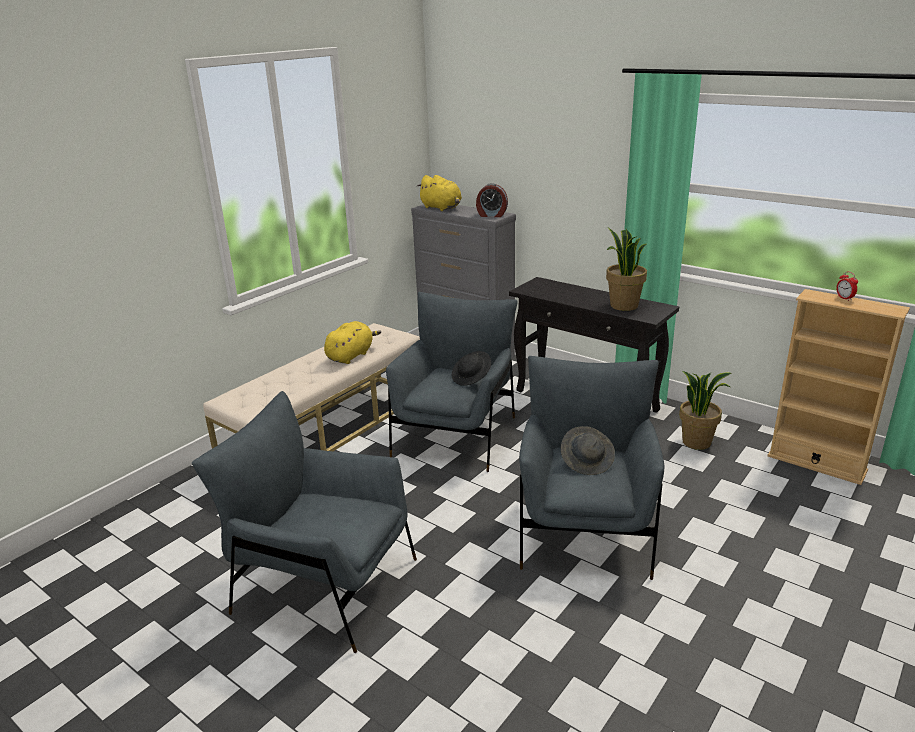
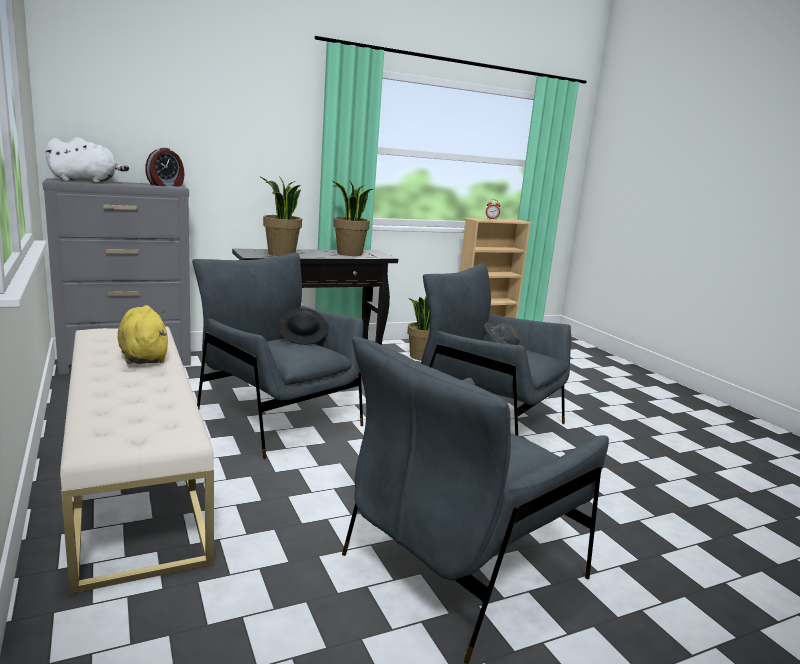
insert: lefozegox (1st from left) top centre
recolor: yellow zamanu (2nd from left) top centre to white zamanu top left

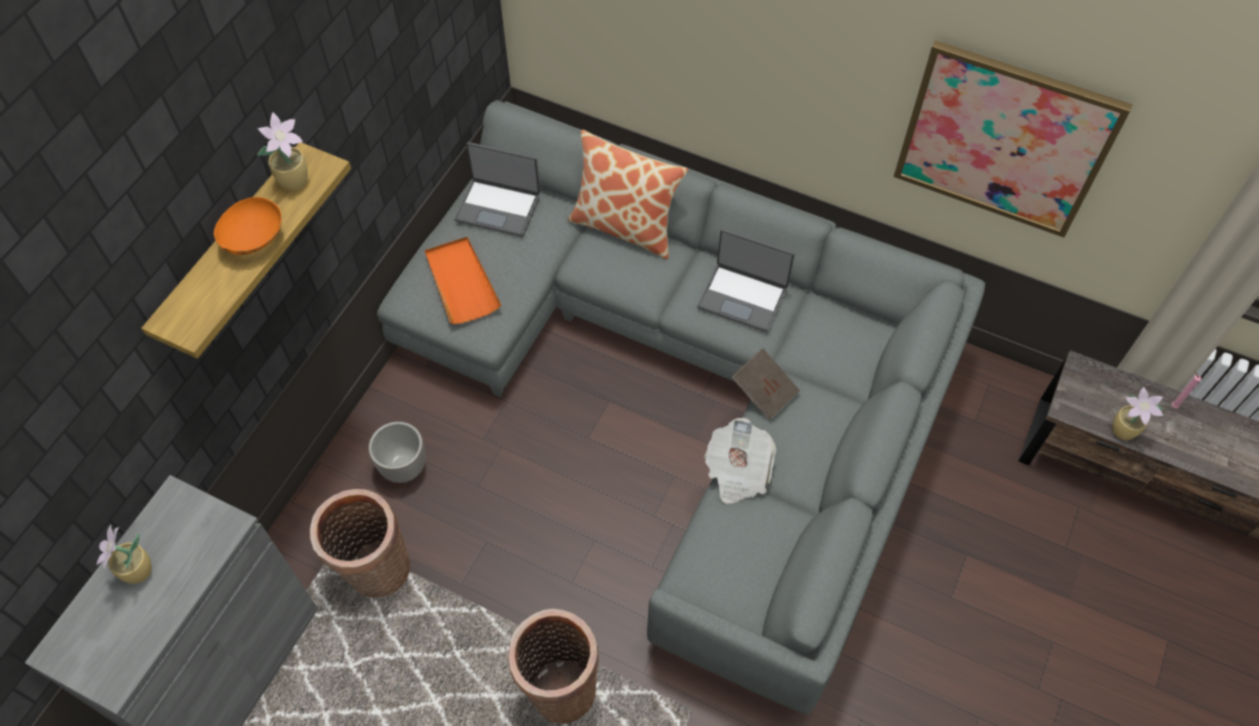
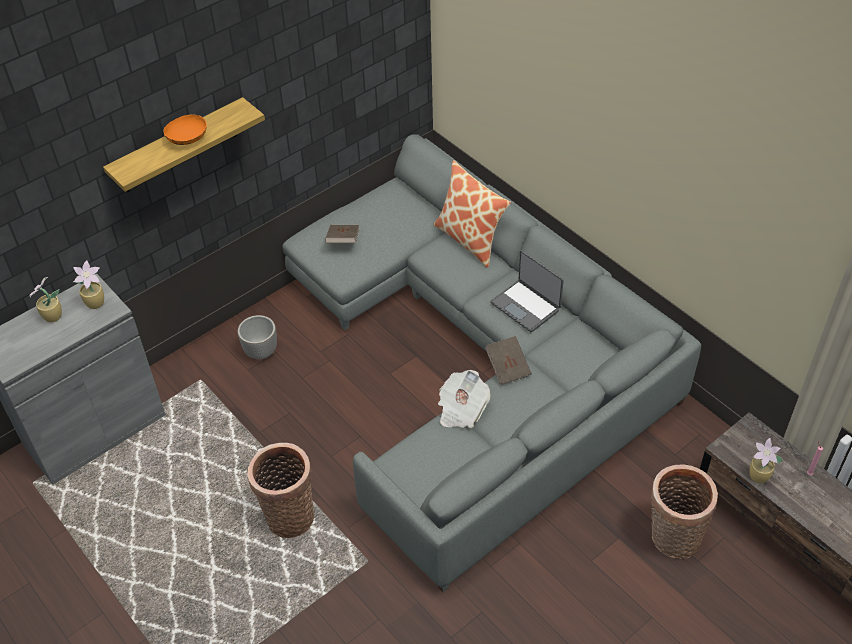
delete: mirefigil (1st from left) top centre; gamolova top right
move: lefozegox (2nd from left) top left to middle left; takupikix (1st from left in the first image) bottom left to takupikix (2nd from left) bottom right
replace: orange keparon centre to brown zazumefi (1st from left) centre

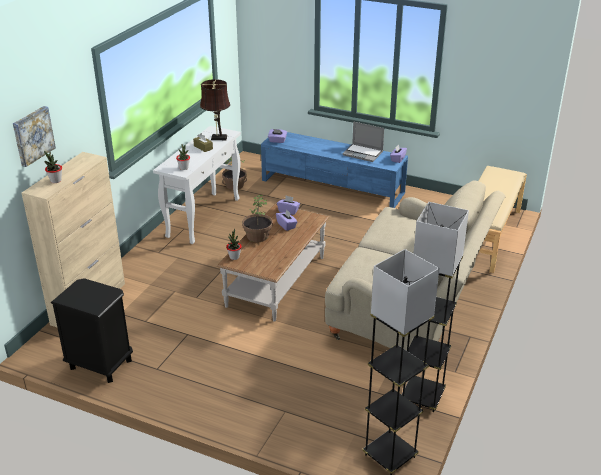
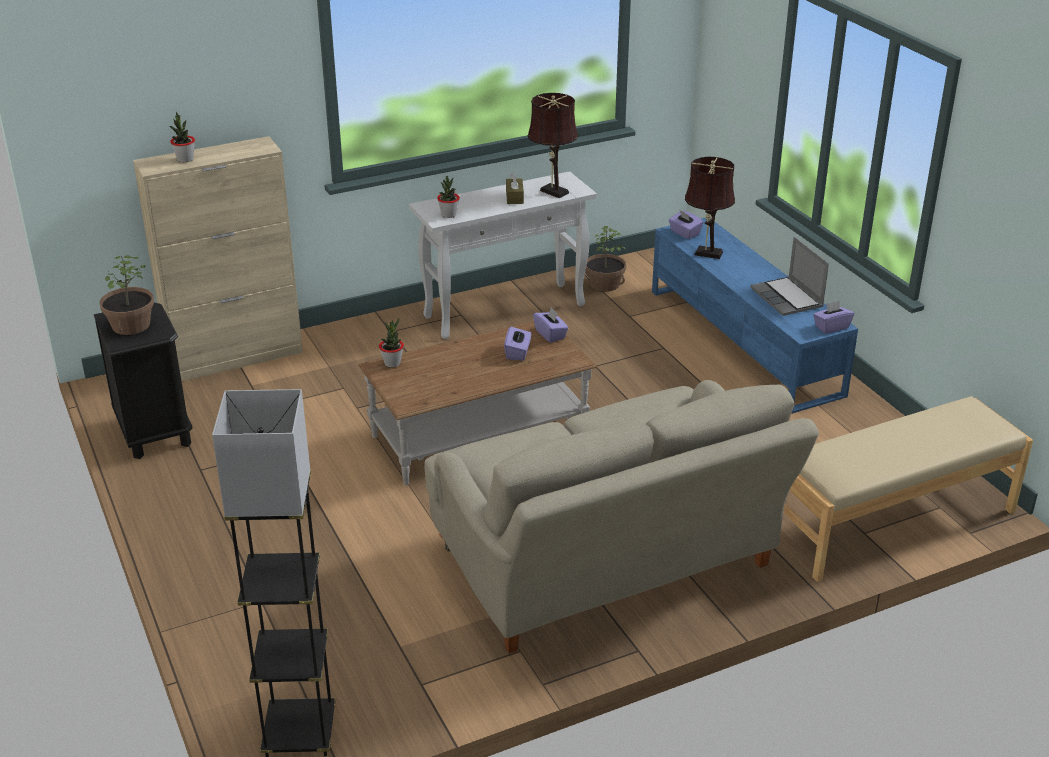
delete: gamolova top left; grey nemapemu (2nd from left) middle right
insert: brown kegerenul (2nd from left) top right
move: lefozegox (5th from left in the first image) centre to lefozegox (1st from left) middle left

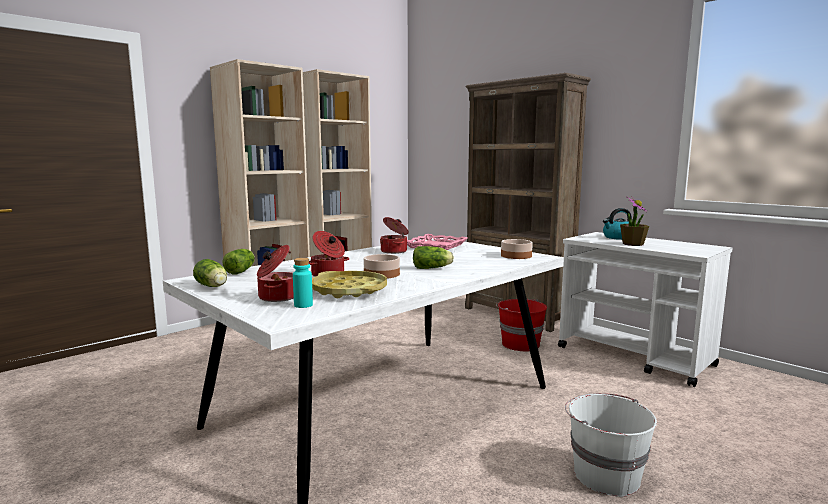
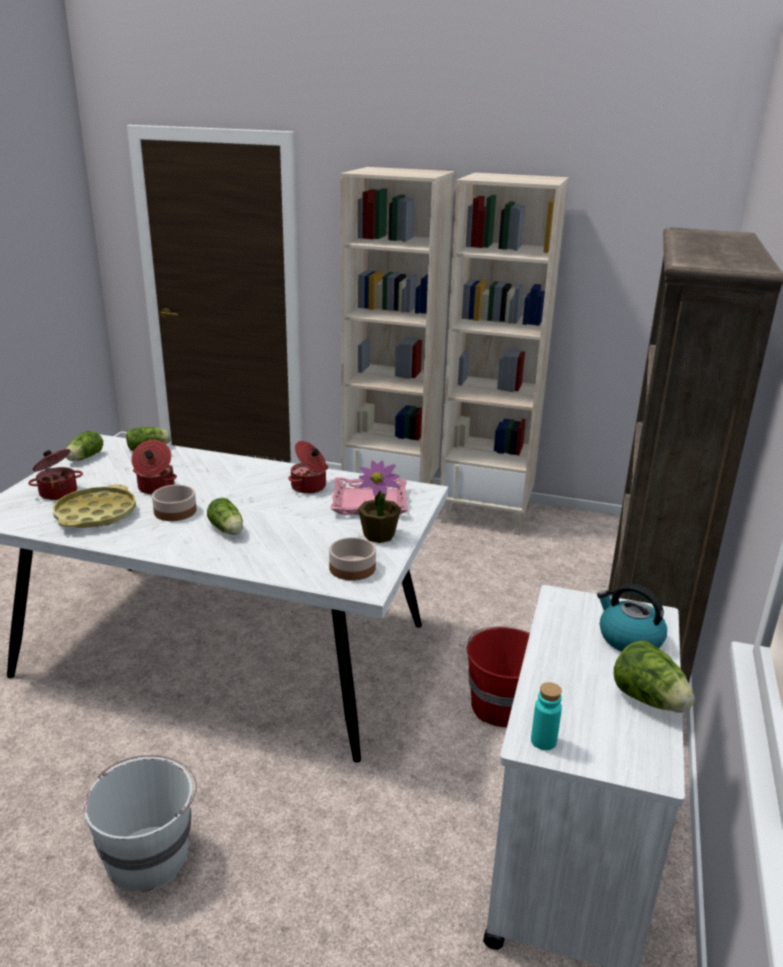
insert: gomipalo (4th from left) bottom right
move: lefozegox middle right to centre; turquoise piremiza centre to bottom right

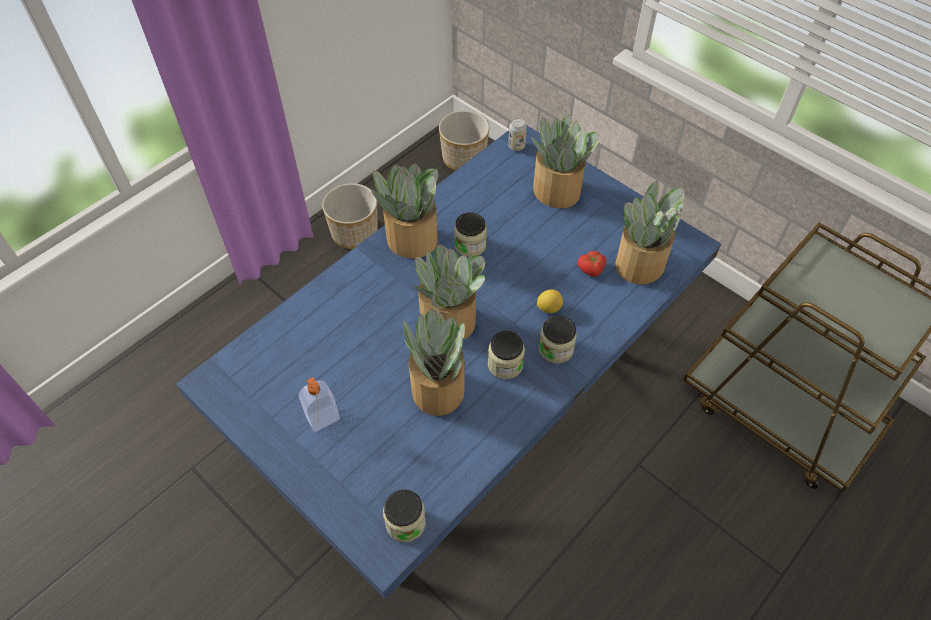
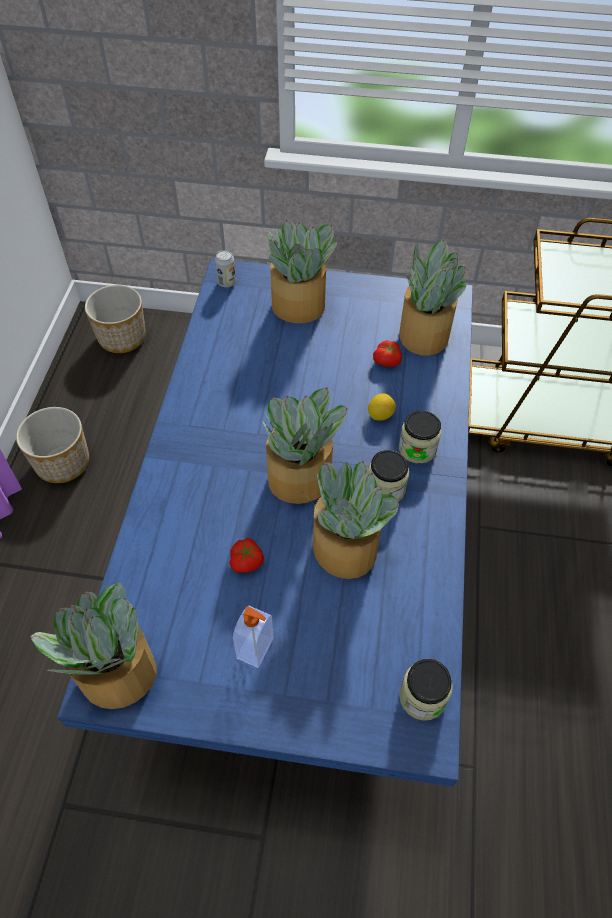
delete: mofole (2nd from left) centre
insert: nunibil (1st from left) centre
move: lefozegox (1st from left) centre to bottom left

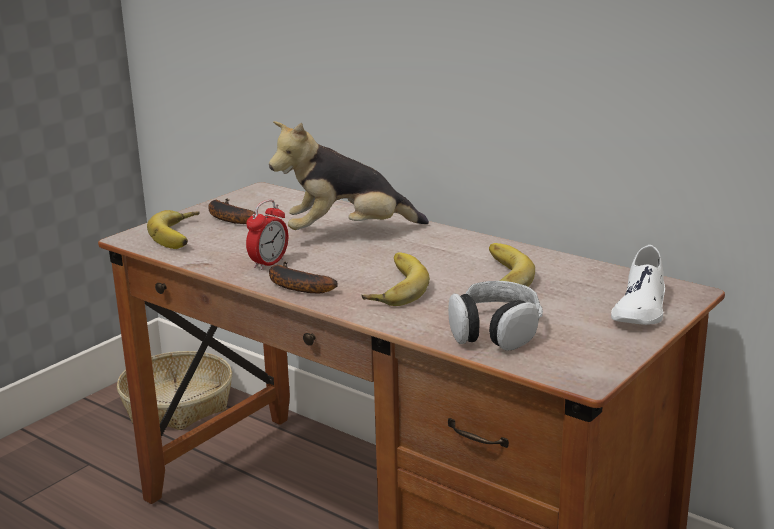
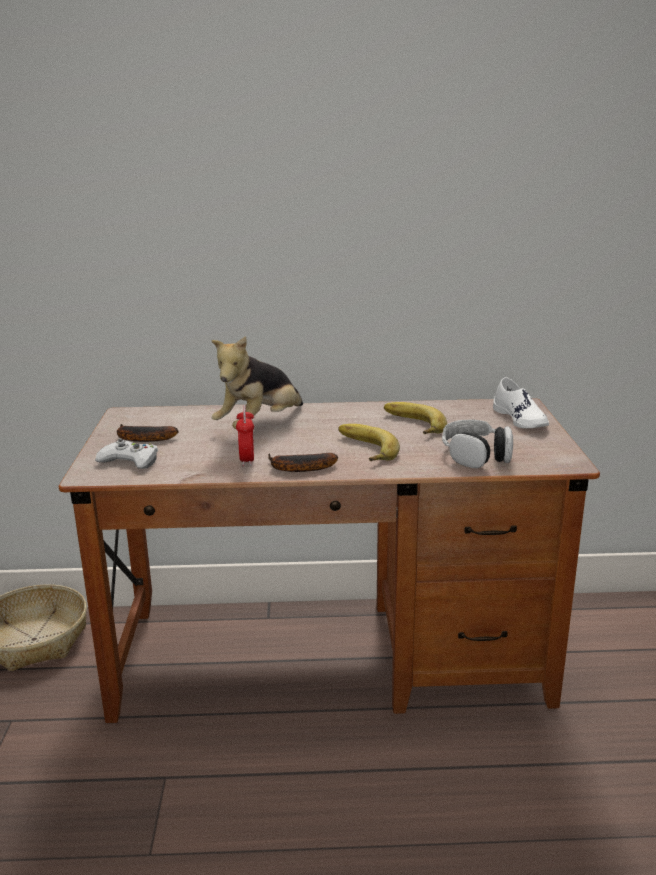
replace: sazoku (1st from left) middle left to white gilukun middle left

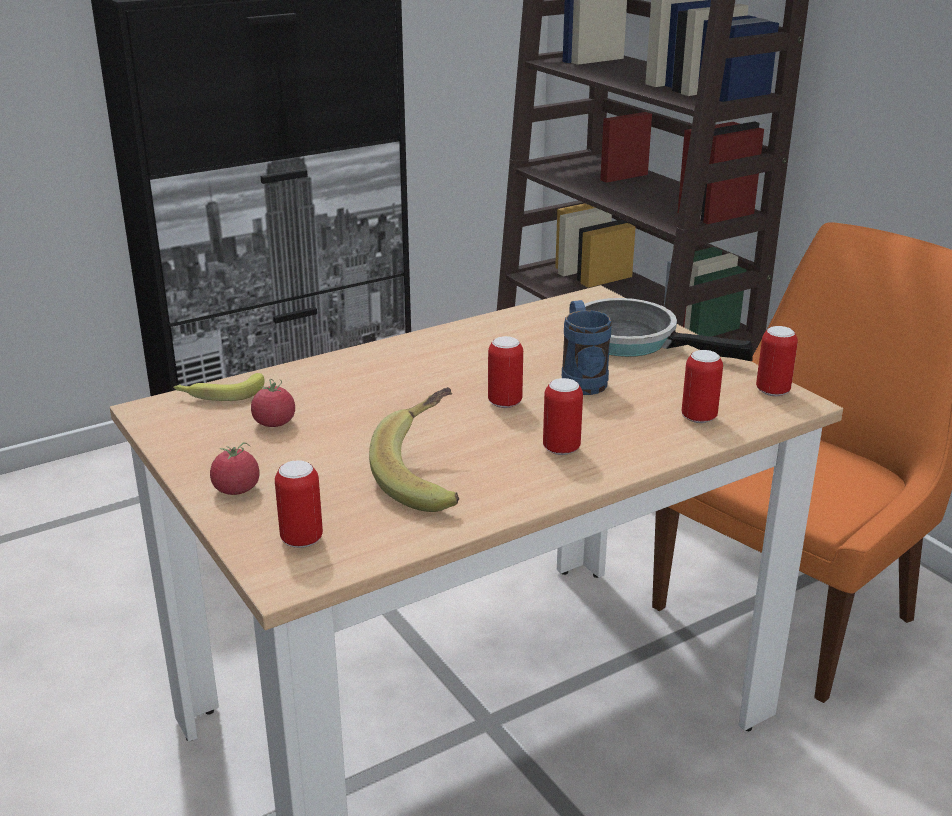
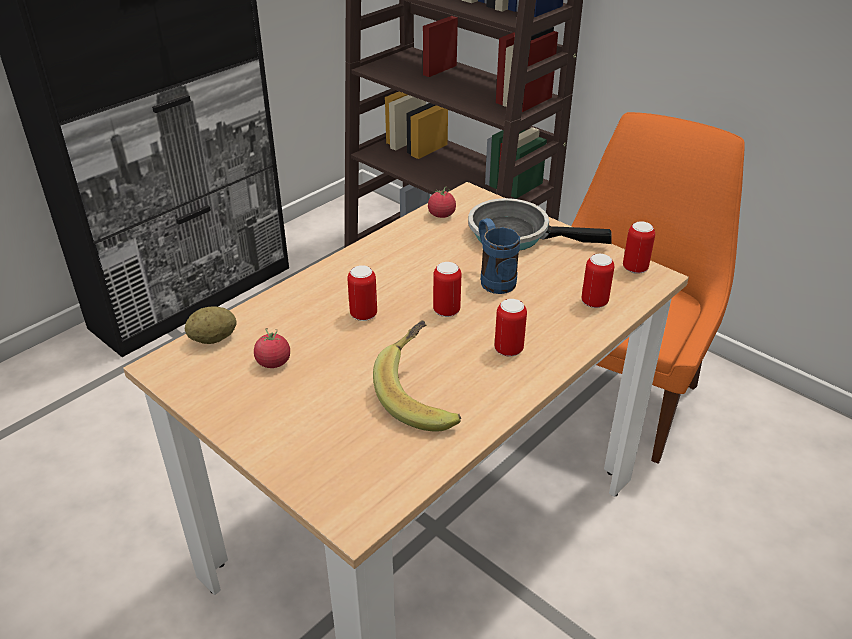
move: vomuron (1st from left) middle left to centre; nunibil (1st from left in the first image) middle left to nunibil (2nd from left) top centre
replace: sazoku (1st from left) middle left to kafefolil middle left

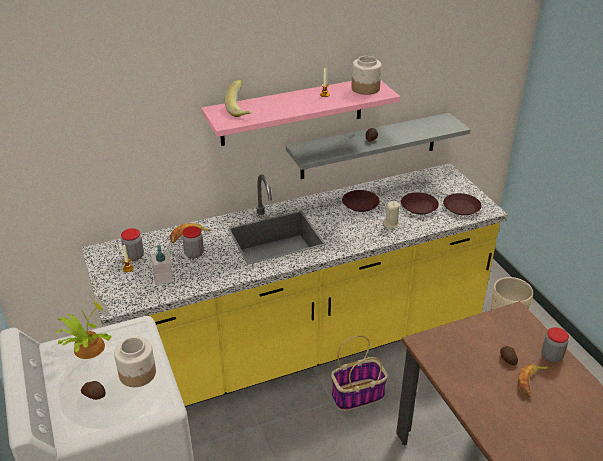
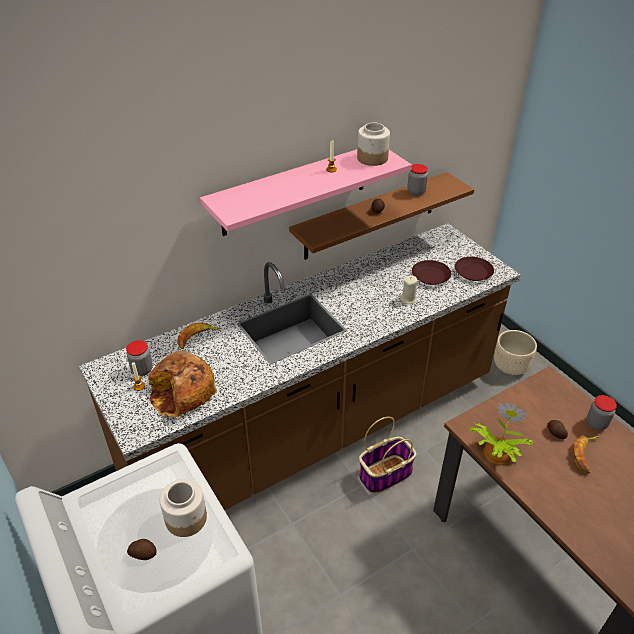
delete: sazoku (2nd from left) top centre; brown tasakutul (1st from left) centre
move: mofole (3rd from left in the first image) middle left to mofole (4th from left) top centre; lefozegox bottom left to bottom right
replace: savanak middle left to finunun middle left
recolor: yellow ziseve centre to brown ziseve centre; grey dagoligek top centre to brown dagoligek centre

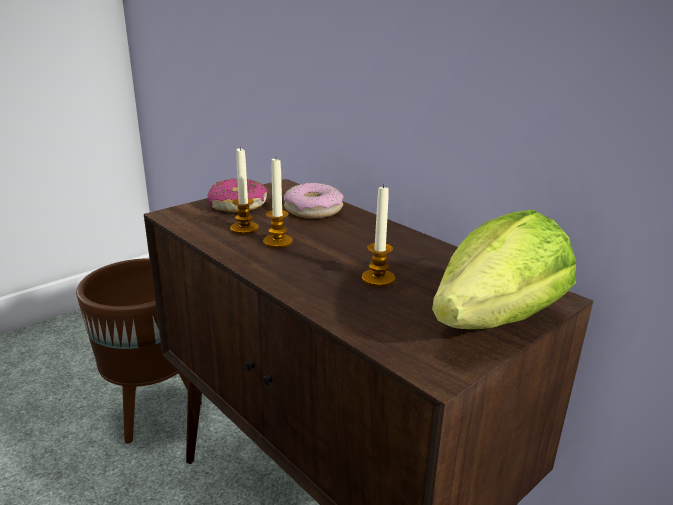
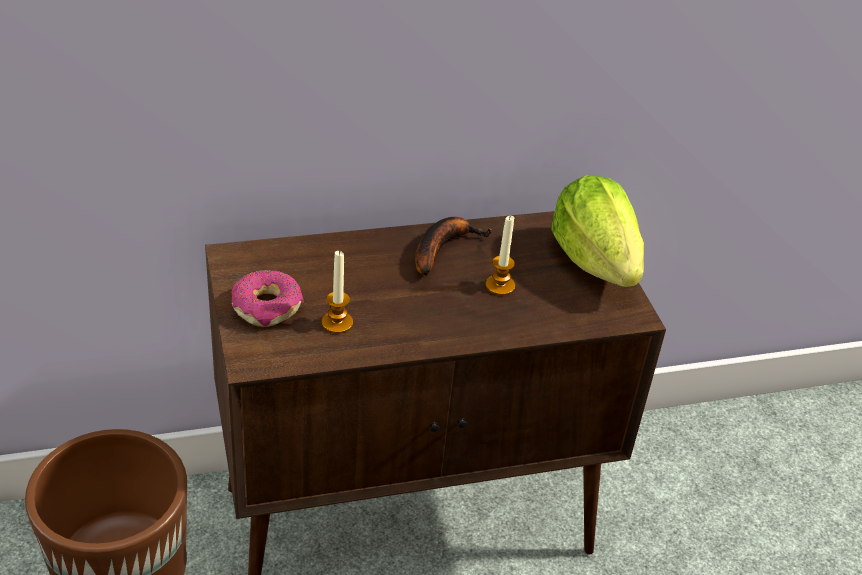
delete: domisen (2nd from left) centre; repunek (2nd from left) centre
insert: sazoku centre

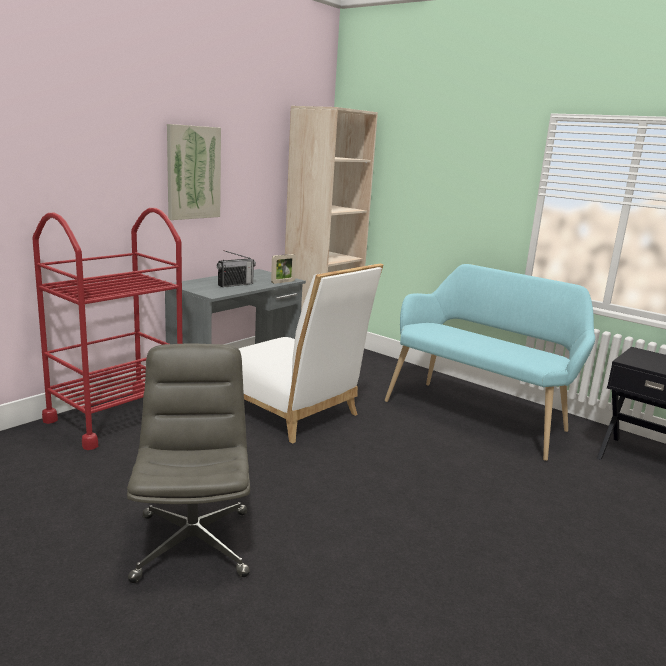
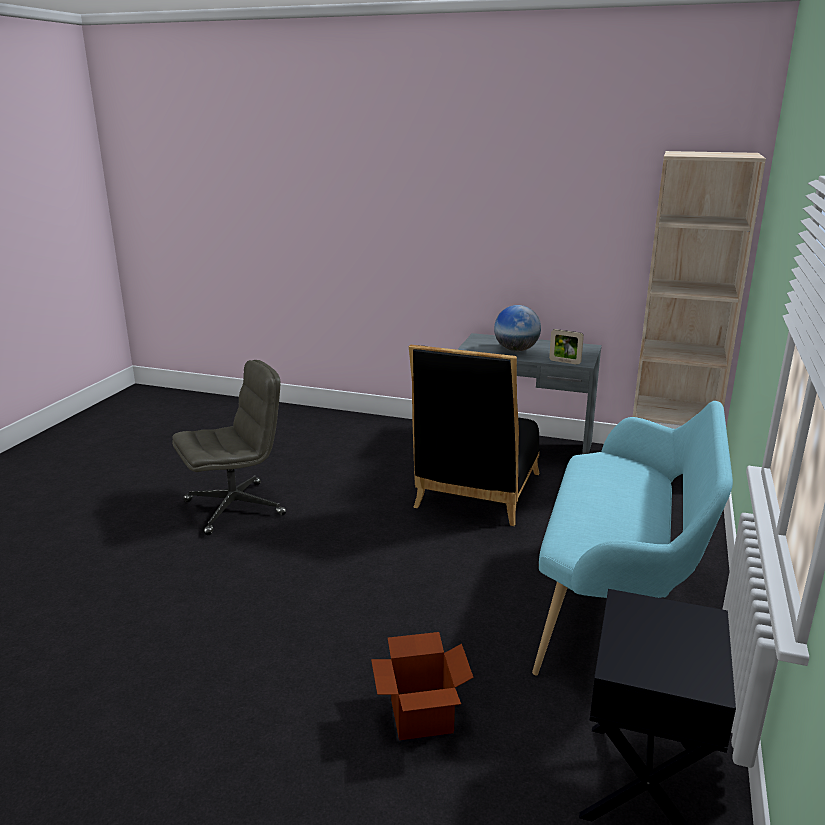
delete: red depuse middle left; gamolova top left
insert: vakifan bottom centre
replace: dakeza centre to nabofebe centre
recolor: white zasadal centre to black zasadal centre

